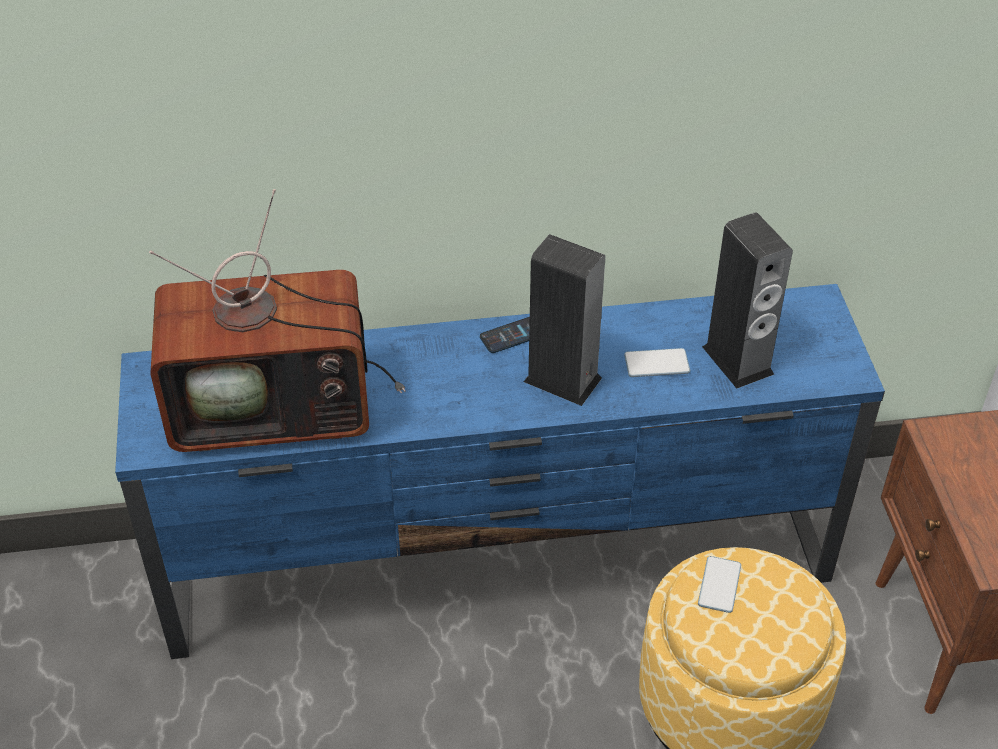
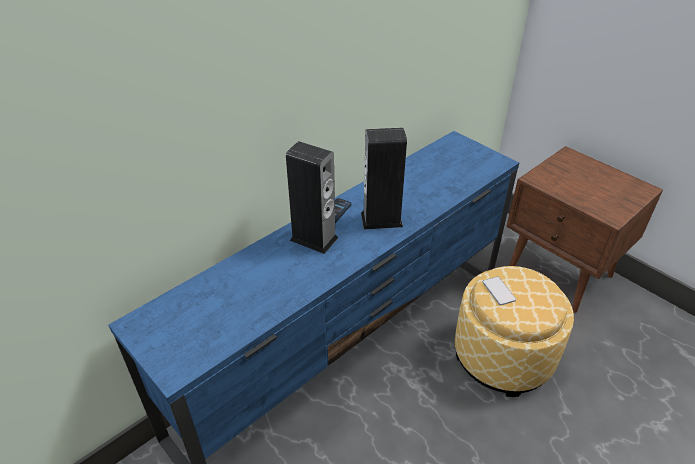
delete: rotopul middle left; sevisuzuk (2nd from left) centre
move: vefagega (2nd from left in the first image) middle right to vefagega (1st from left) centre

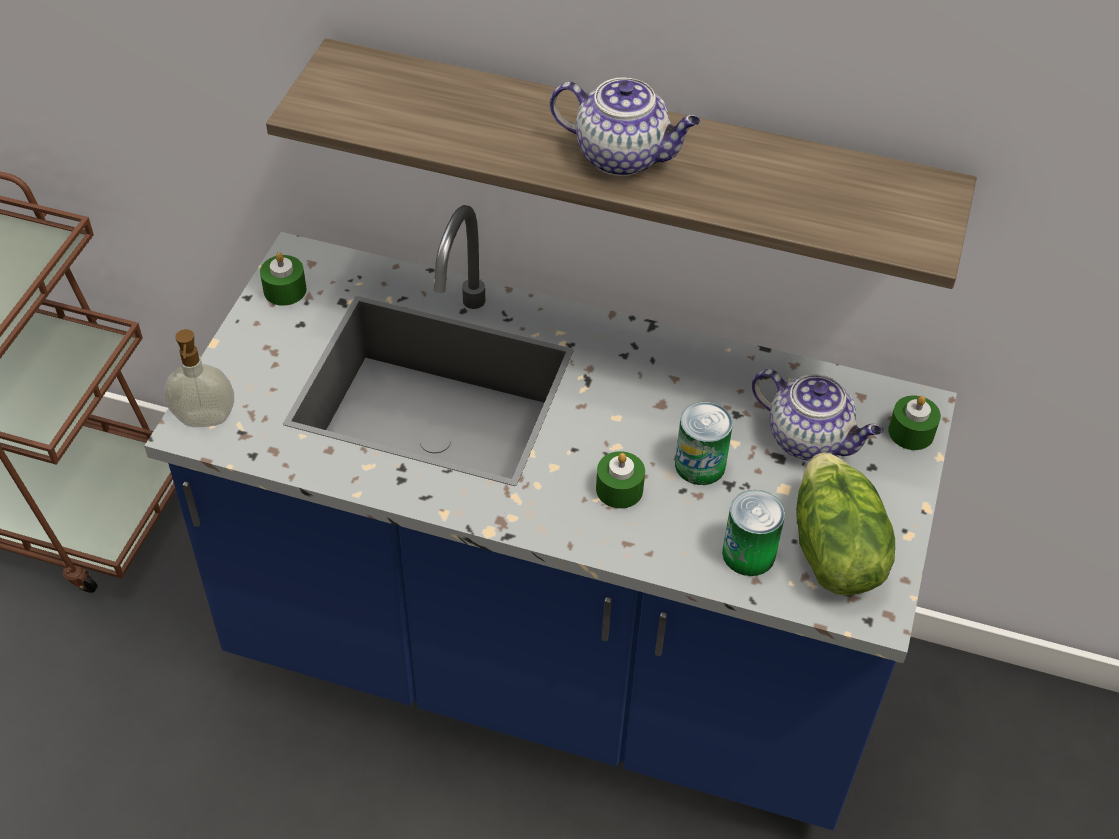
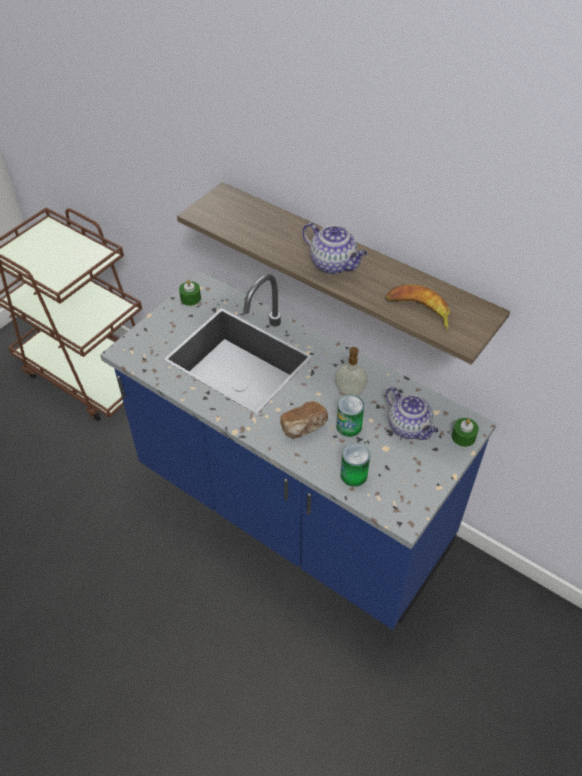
delete: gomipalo middle right
insert: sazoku middle right
move: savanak middle left to centre
replace: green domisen (2nd from left) centre to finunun centre

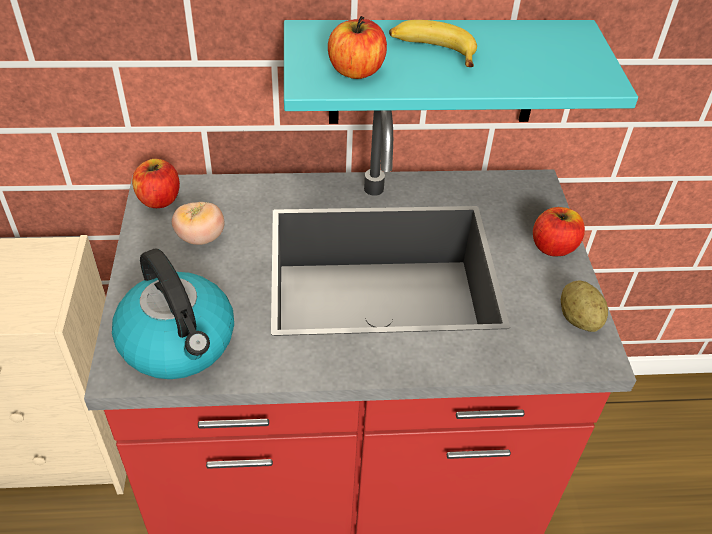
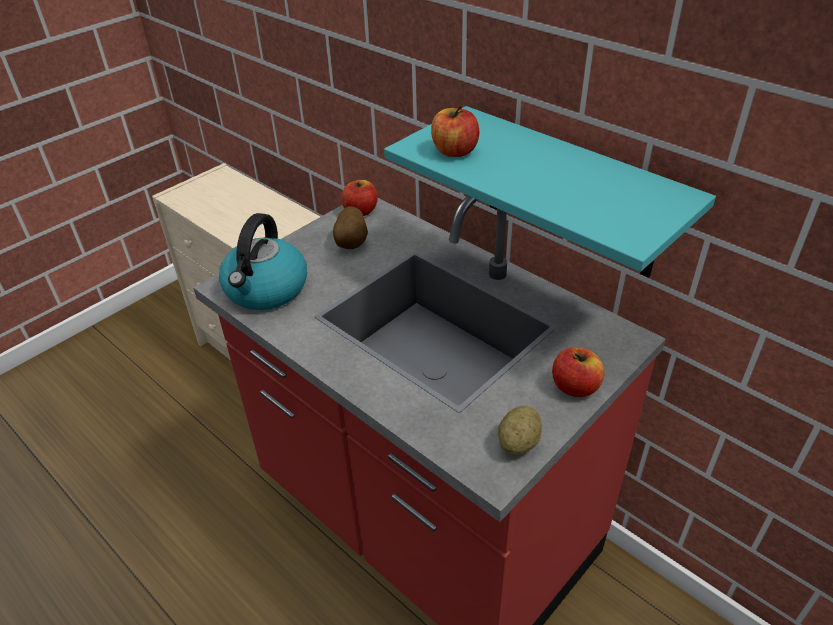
delete: sazoku top centre
replace: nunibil middle left to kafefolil (1st from left) centre

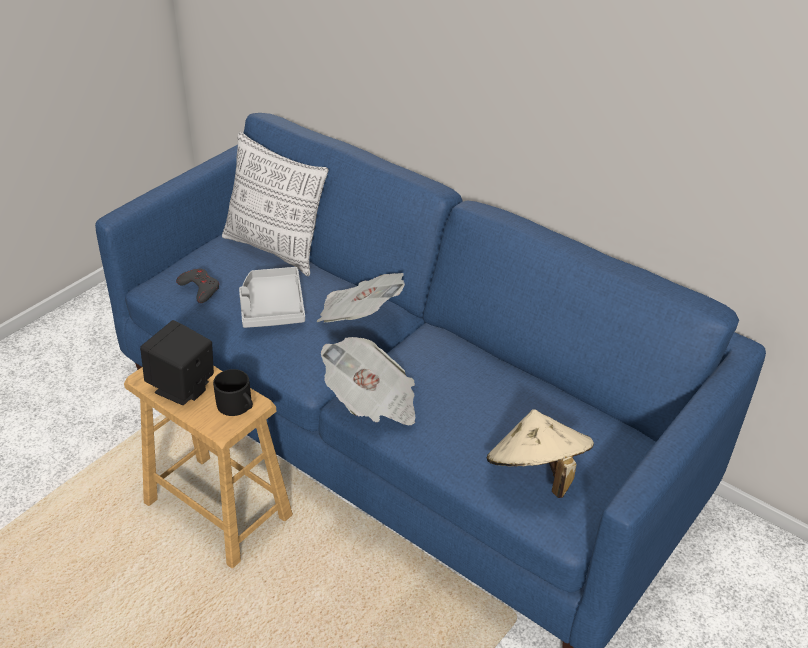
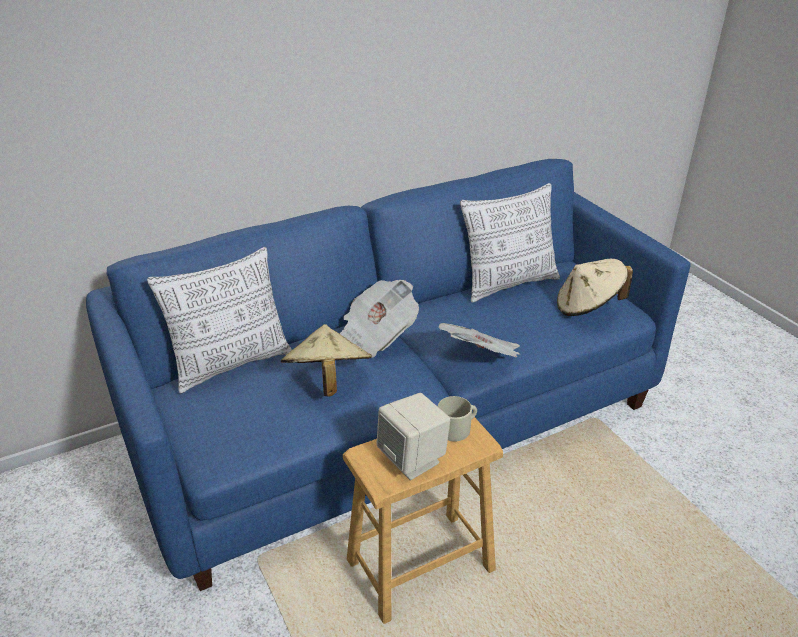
delete: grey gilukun middle left
insert: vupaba (2nd from left) centre
replace: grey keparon centre to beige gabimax (1st from left) centre
recolor: black vefagega middle left to beige vefagega bottom centre; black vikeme middle left to beige vikeme centre

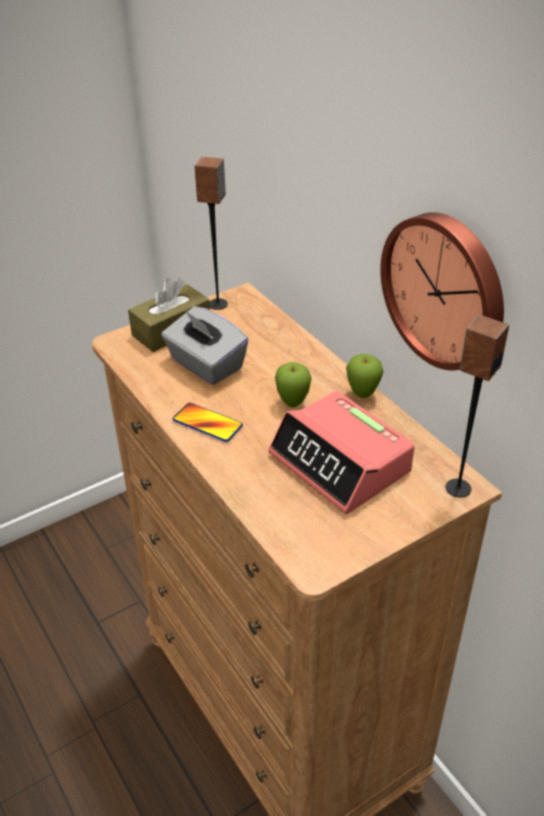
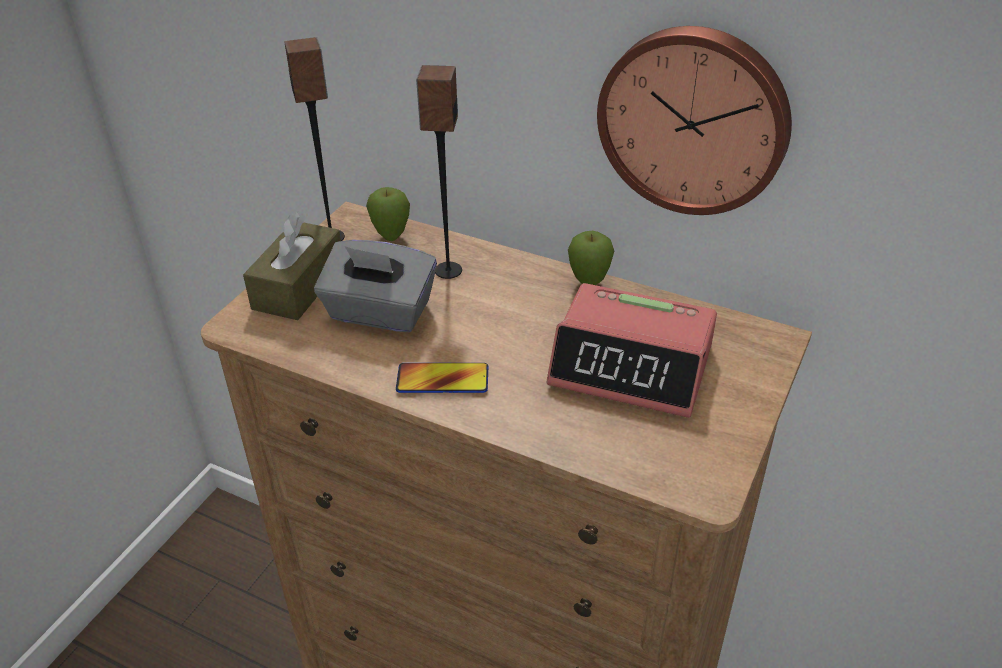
move: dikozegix (1st from left) centre to top centre; vefagega (2nd from left) middle right to top centre

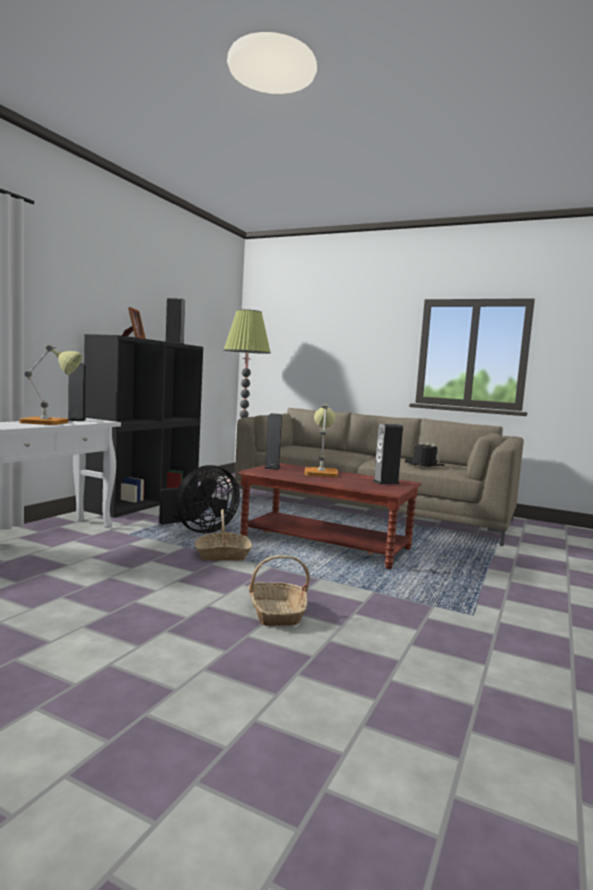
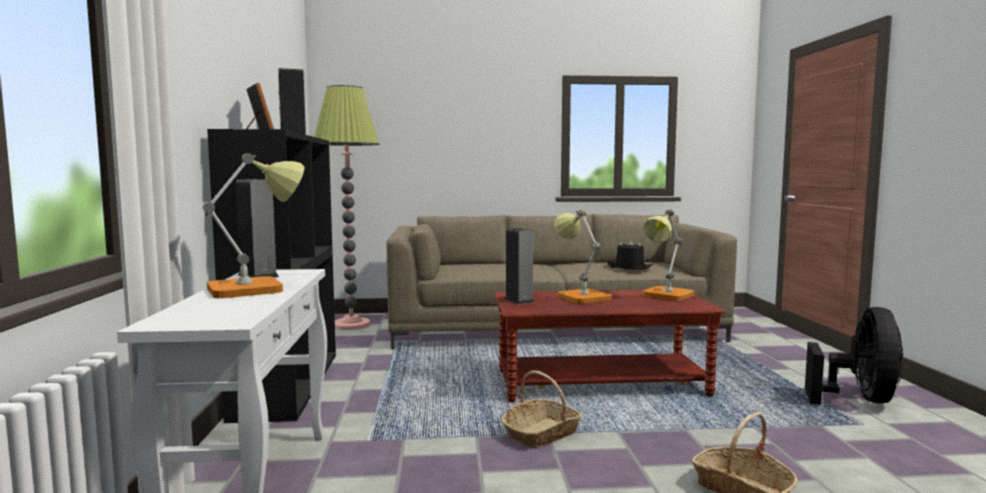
move: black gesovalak centre to bottom right
replace: vefagega (4th from left) centre to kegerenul (3rd from left) middle right

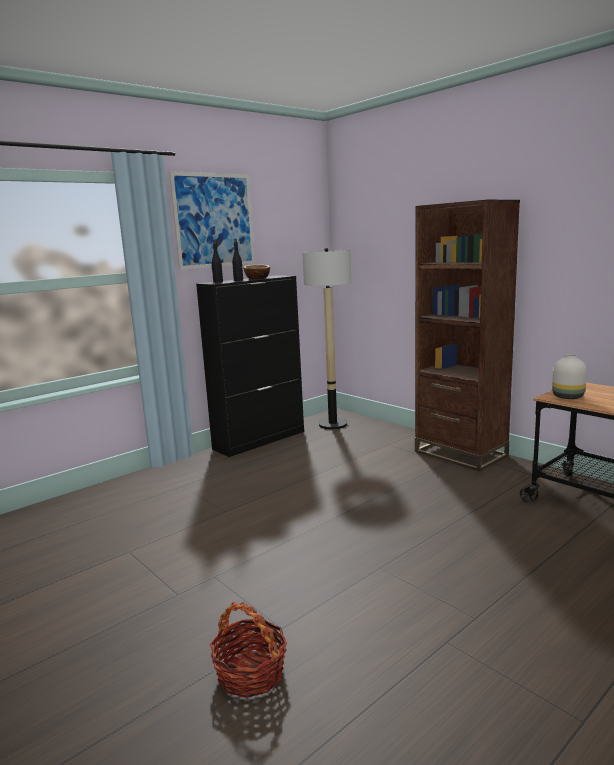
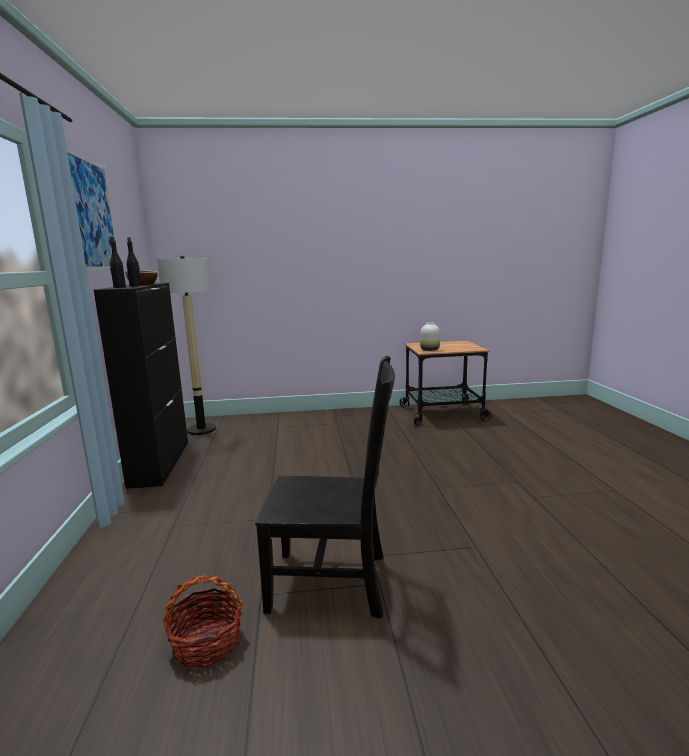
delete: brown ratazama middle right
insert: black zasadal centre
move: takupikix bottom centre to bottom left

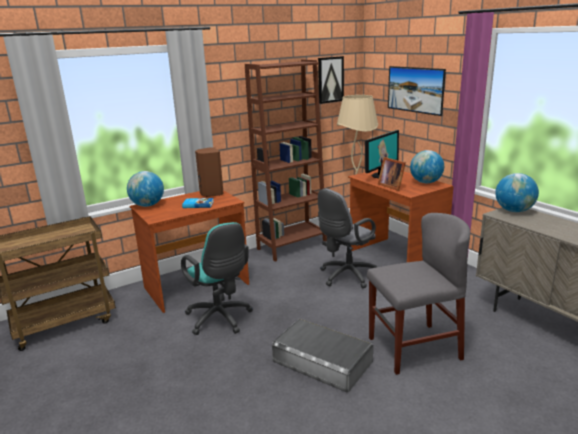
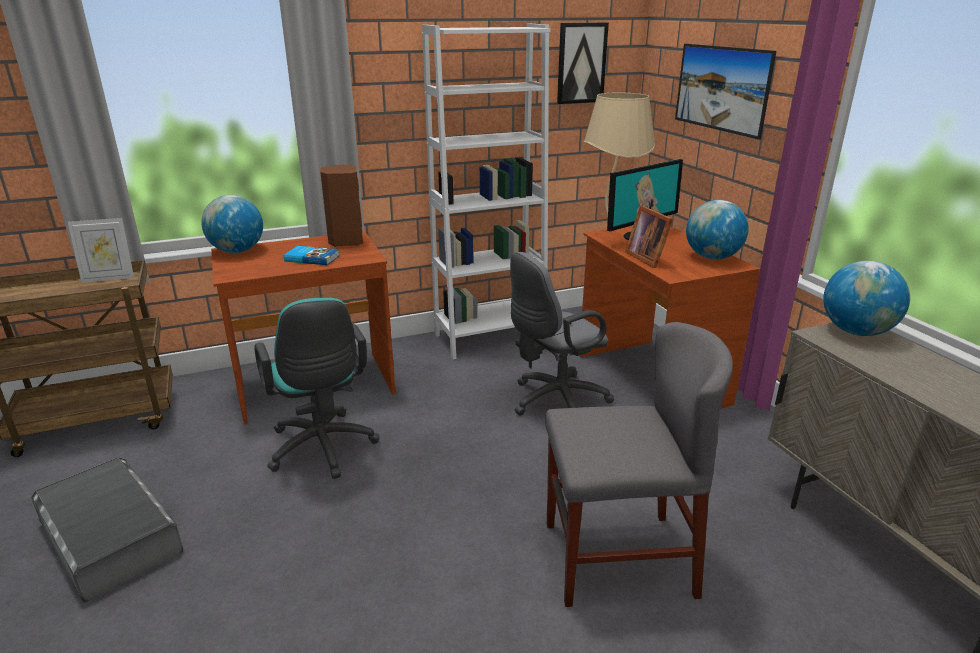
insert: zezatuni (1st from left) middle left
move: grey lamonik bottom centre to bottom left
recolor: brown ratazama centre to white ratazama top centre

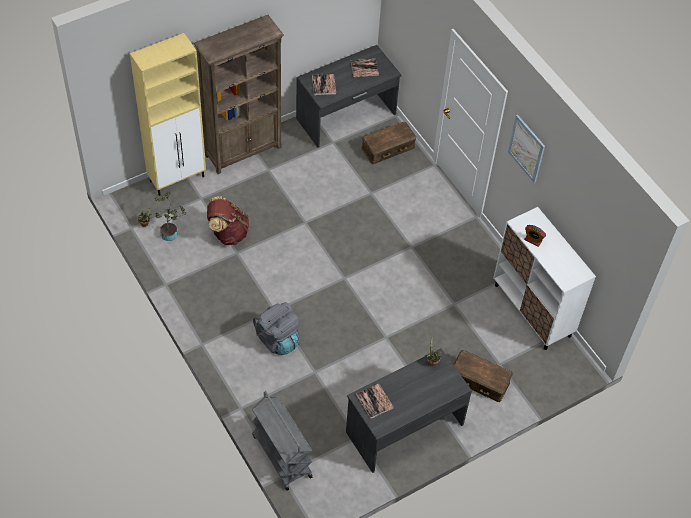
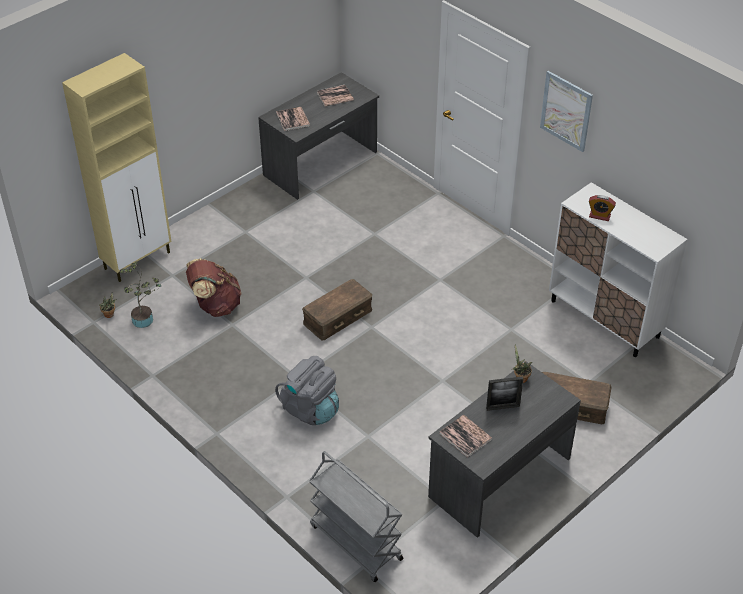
delete: brown ratazama top centre
insert: zezatuni middle right
move: brown lamonik (1st from left) top centre to centre

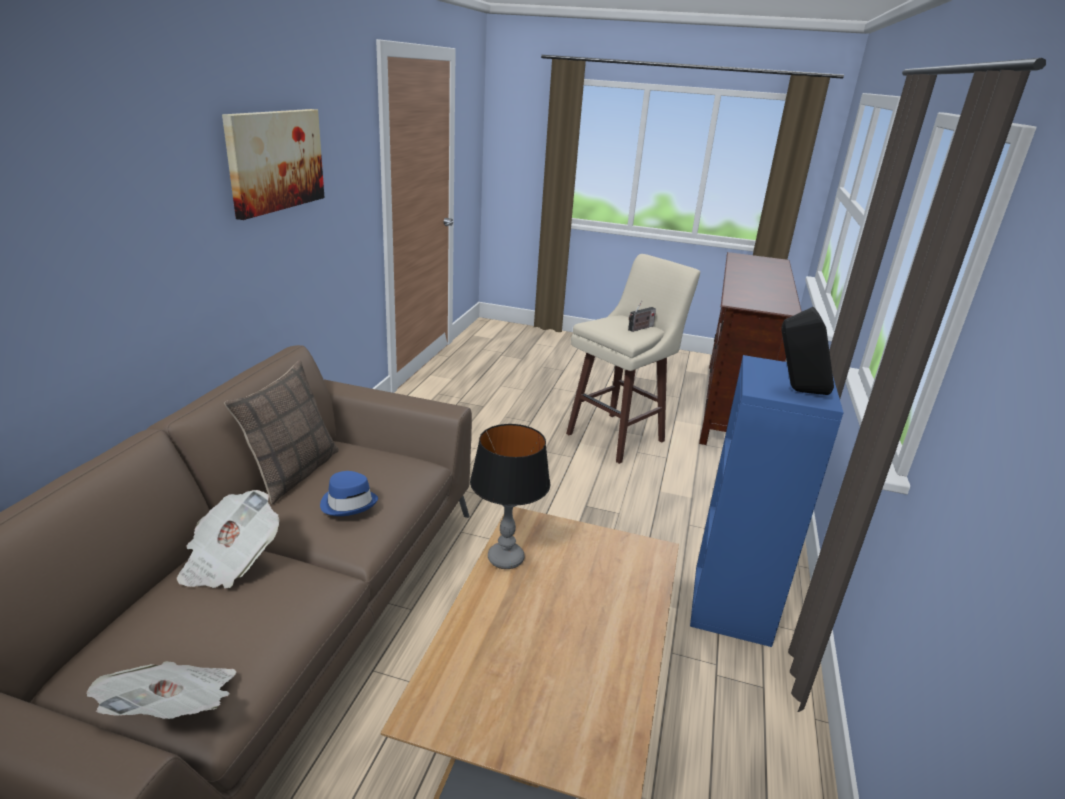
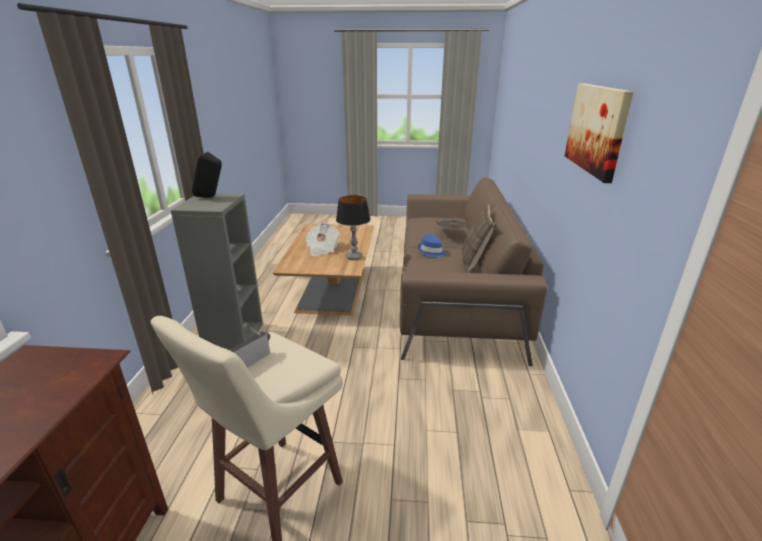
move: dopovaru (1st from left) bottom left to centre
recolor: blue ratazama middle right to grey ratazama middle left

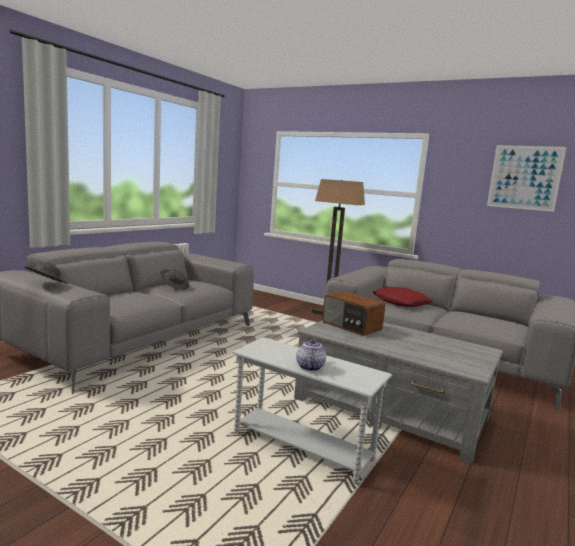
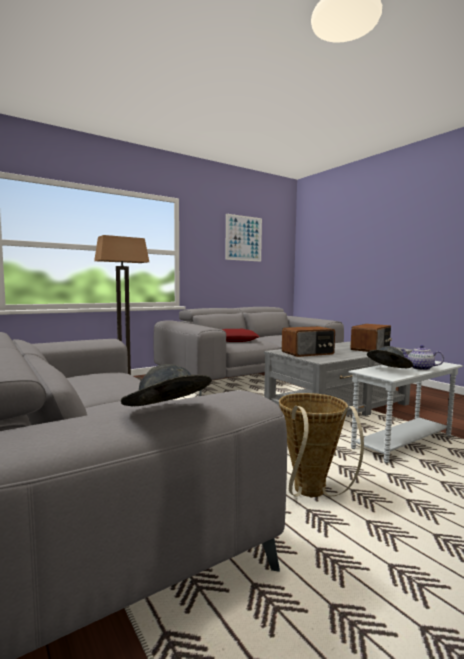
insert: takupikix bottom right; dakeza (2nd from left) middle right
move: grey gabimax (2nd from left) middle left to middle right

